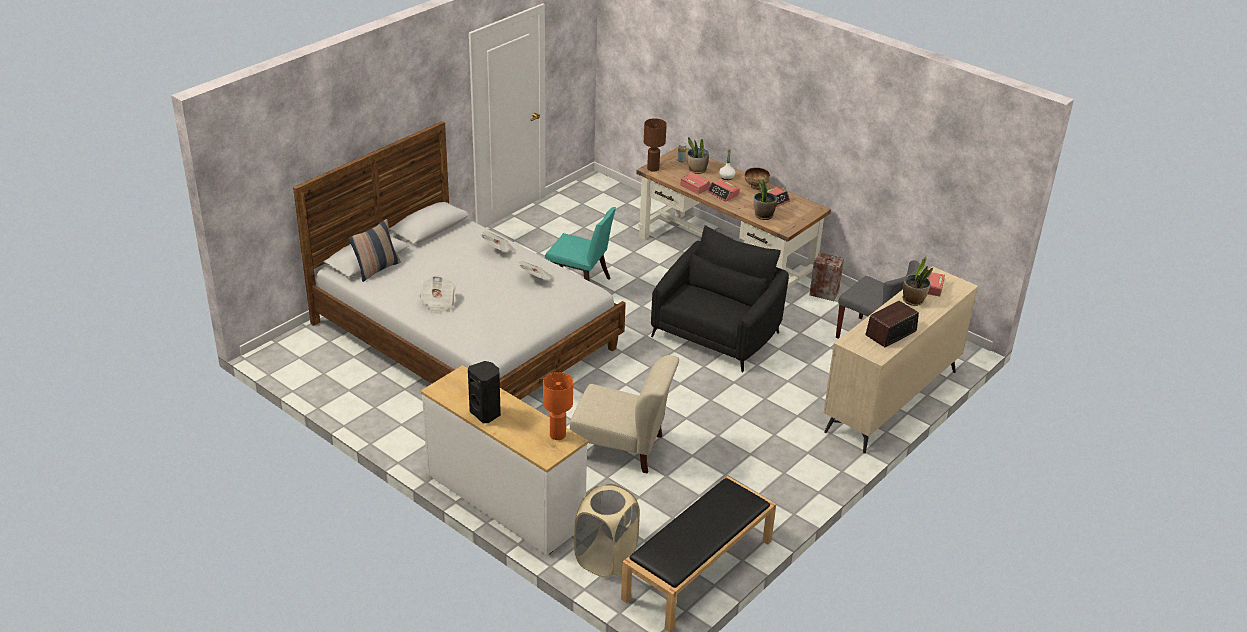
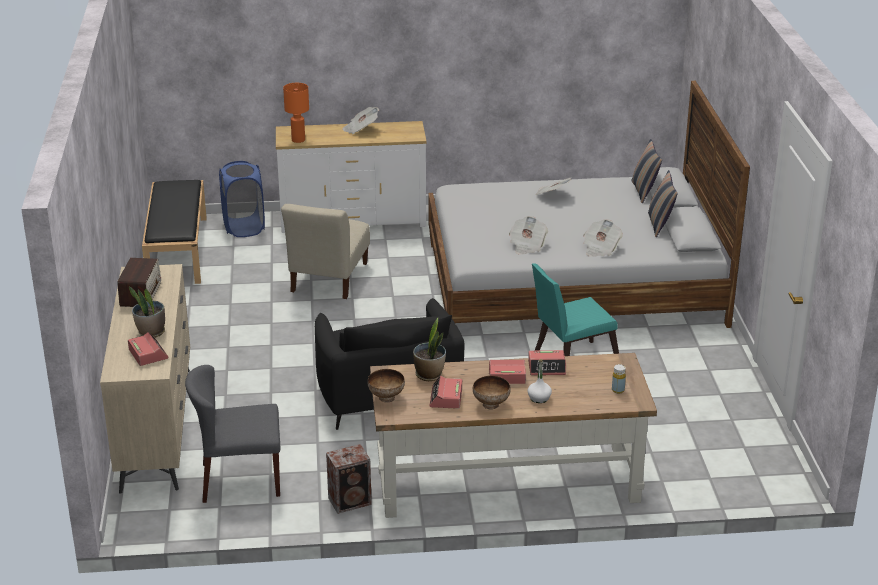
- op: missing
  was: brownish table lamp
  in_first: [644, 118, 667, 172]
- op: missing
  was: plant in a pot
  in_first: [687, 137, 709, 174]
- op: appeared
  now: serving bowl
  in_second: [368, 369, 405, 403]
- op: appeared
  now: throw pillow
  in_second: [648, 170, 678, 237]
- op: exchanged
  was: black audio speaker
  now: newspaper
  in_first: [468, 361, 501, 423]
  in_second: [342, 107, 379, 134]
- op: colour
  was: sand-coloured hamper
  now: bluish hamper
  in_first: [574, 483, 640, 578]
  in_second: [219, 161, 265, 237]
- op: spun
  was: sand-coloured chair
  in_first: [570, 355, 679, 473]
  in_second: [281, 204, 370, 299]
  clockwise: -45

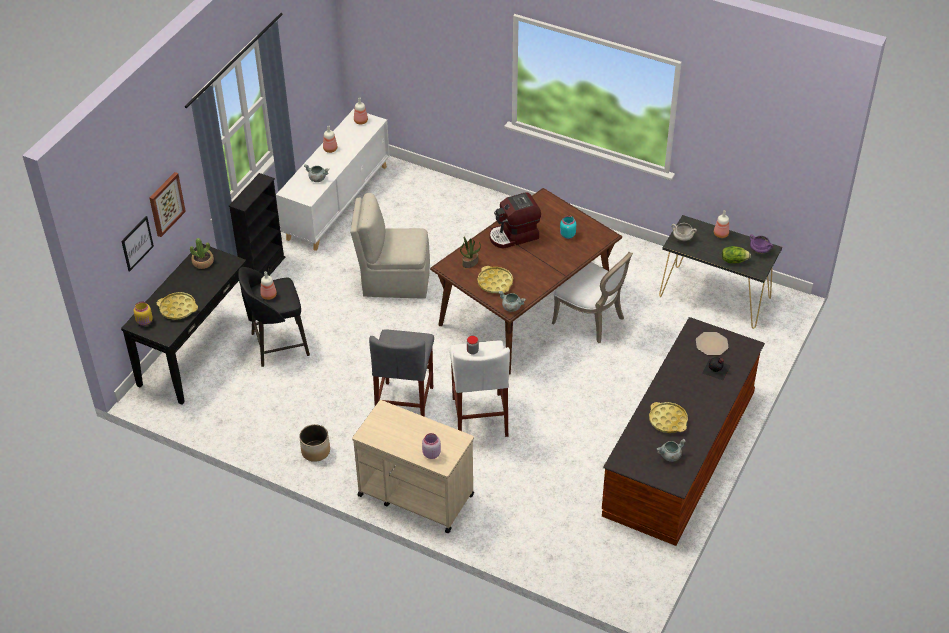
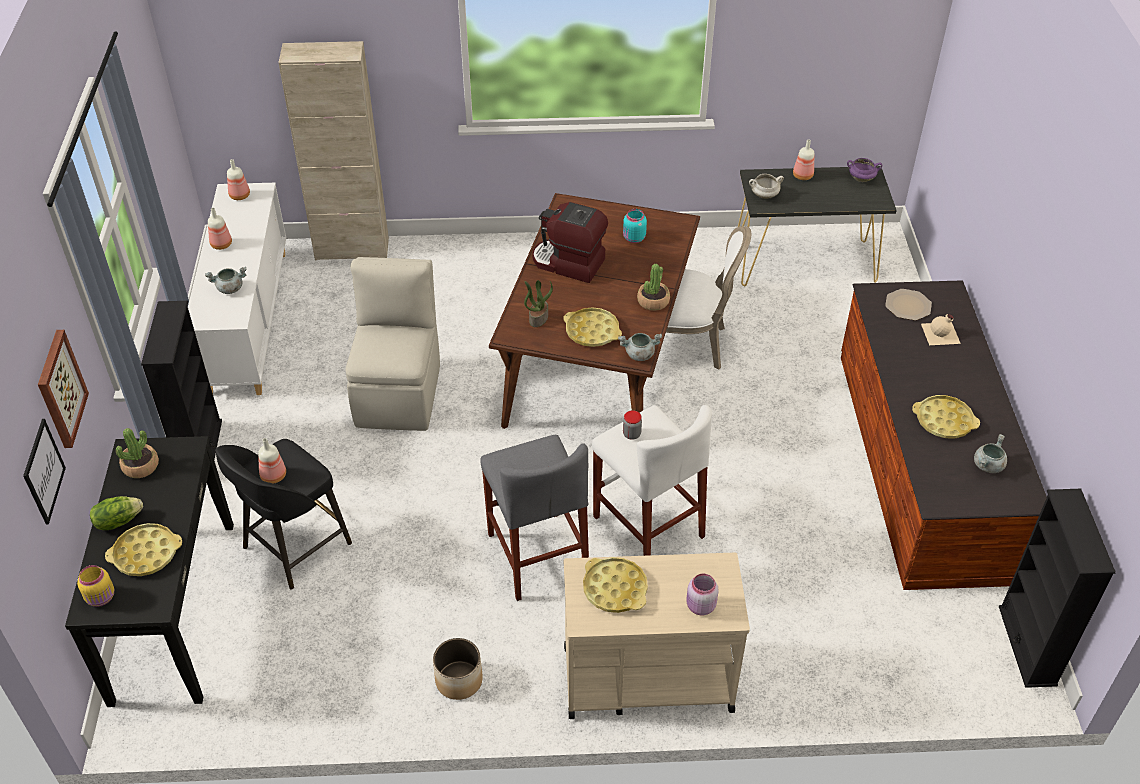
- op: appeared
  now: sand-coloured cupboard
  in_second: [278, 41, 389, 261]
- op: appeared
  now: yellow serving tray
  in_second: [583, 557, 648, 613]
- op: appeared
  now: plant in a pot
  in_second: [637, 264, 670, 311]
- op: appeared
  now: black bookshelf
  in_second: [999, 489, 1116, 688]
- op: relocated
  was: head of lettuce
  in_first: [722, 246, 751, 263]
  in_second: [90, 496, 143, 530]
- op: colour
  was: black bottle
  now: sand-coloured bottle
  in_first: [702, 357, 731, 381]
  in_second: [921, 314, 961, 345]
- op: spun
  was: sand-coloured chair
  in_first: [350, 193, 430, 299]
  in_second: [345, 257, 440, 431]
  clockwise: 120
- op: spun
  was: coffee machine
  in_first: [489, 192, 541, 249]
  in_second: [532, 202, 608, 283]
  clockwise: 75

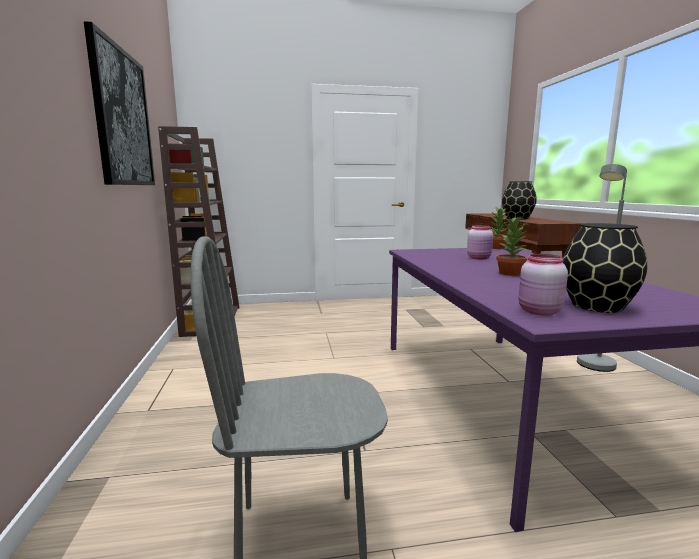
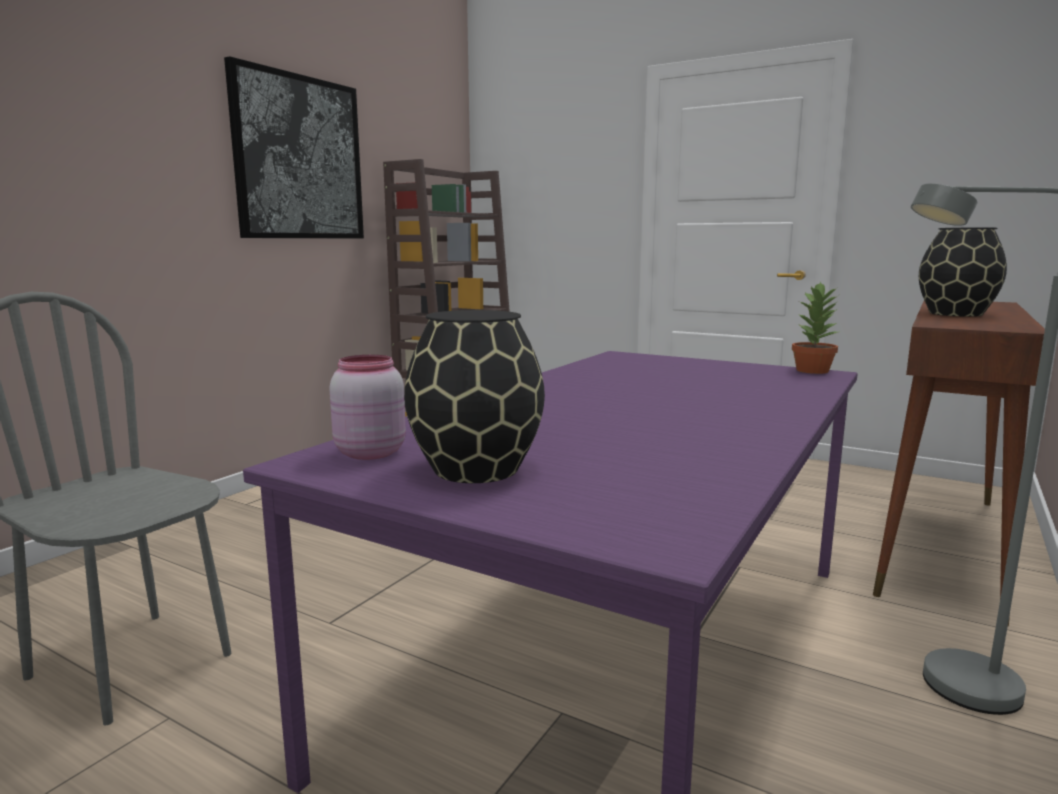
- op: missing
  was: pink preserve jar
  in_first: [467, 225, 493, 259]
- op: missing
  was: plant in a pot
  in_first: [496, 215, 528, 276]

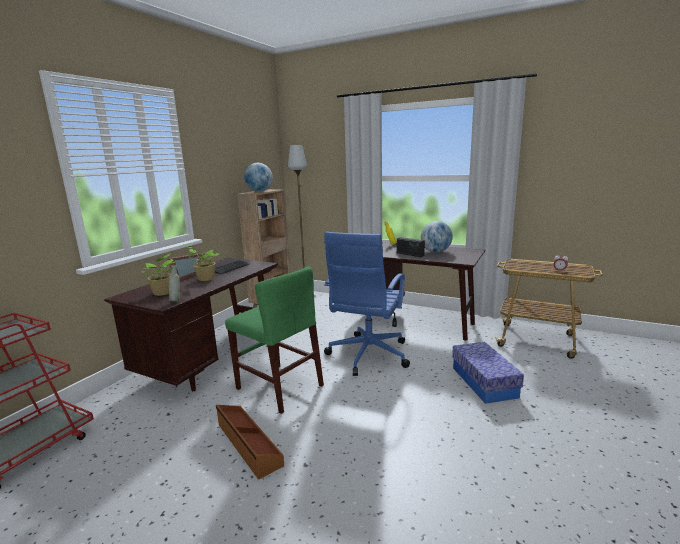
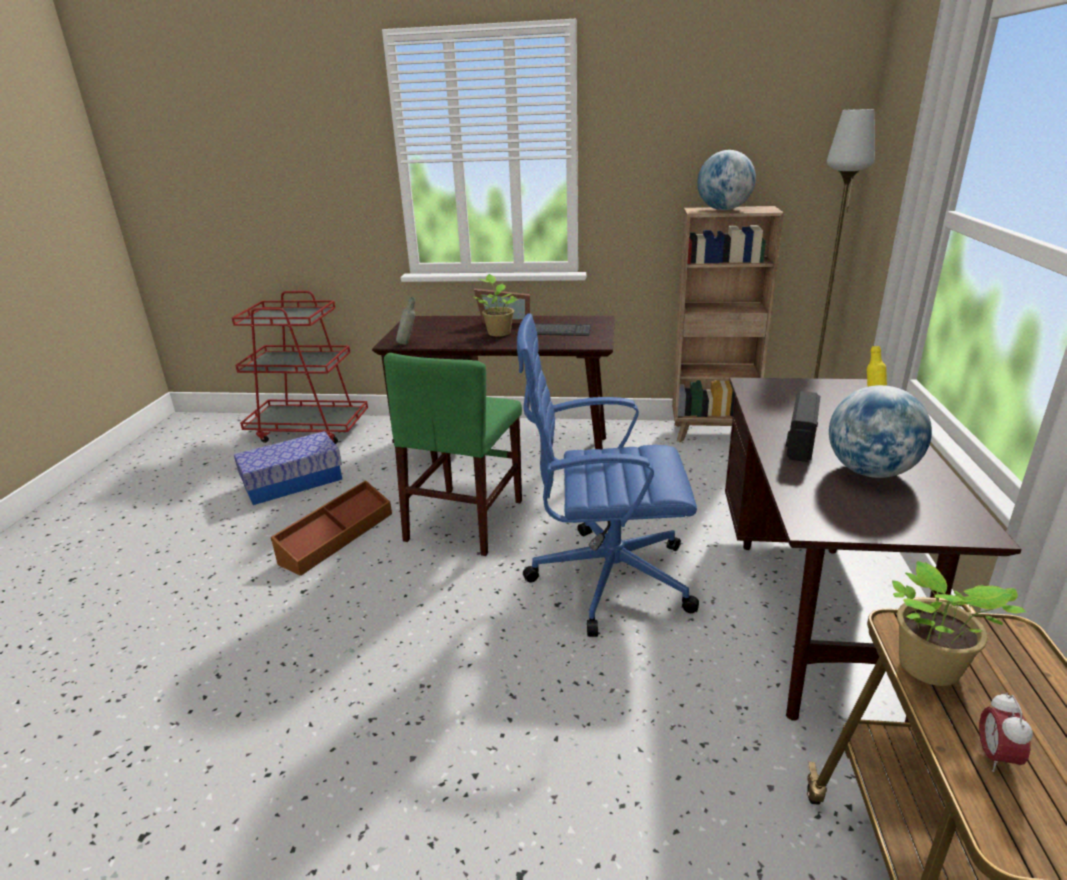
- op: relocated
  was: plant in a pot
  in_first: [141, 253, 176, 296]
  in_second: [892, 561, 1026, 686]
- op: relocated
  was: storage bin
  in_first: [452, 342, 524, 404]
  in_second: [234, 431, 342, 505]

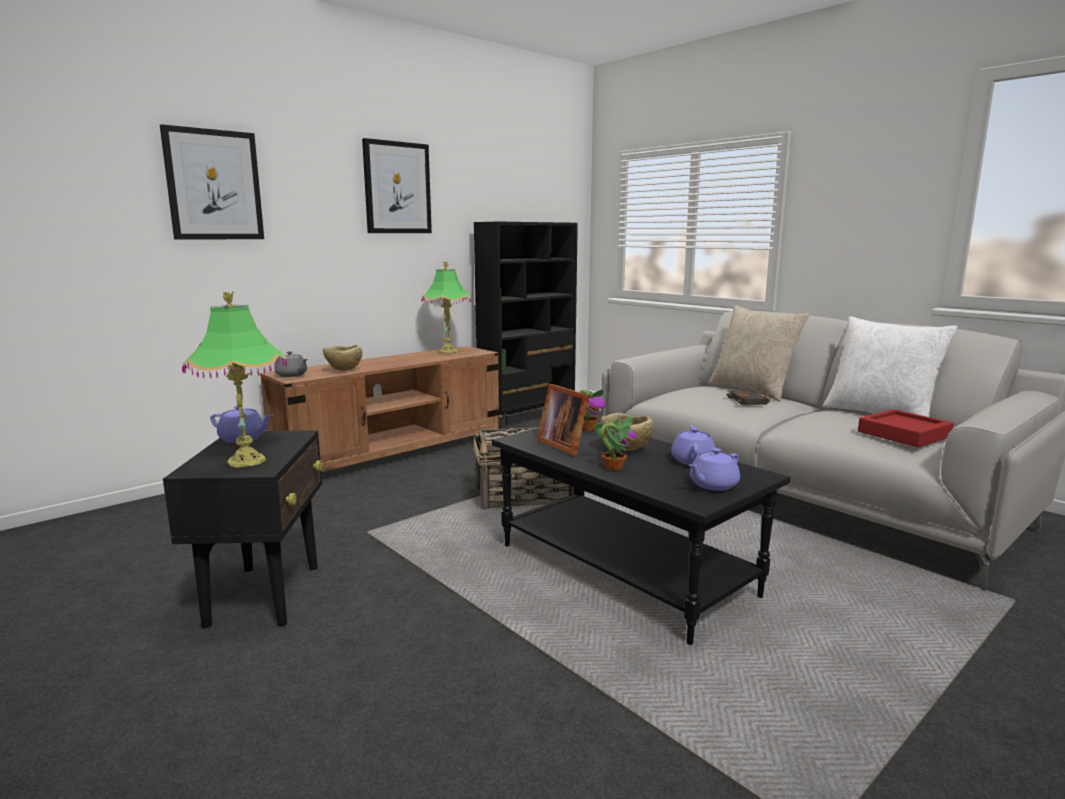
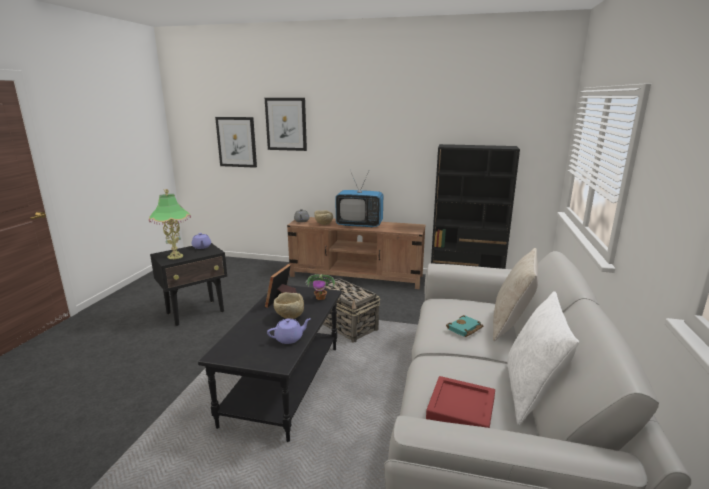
- op: missing
  was: table lamp
  in_first: [421, 262, 472, 353]
- op: missing
  was: plant in a pot
  in_first: [595, 416, 637, 470]
- op: missing
  was: purple pot for tea
  in_first: [689, 448, 740, 491]
- op: appeared
  now: TV
  in_second: [335, 170, 383, 227]
- op: relocated
  was: wall art
  in_first: [362, 138, 432, 233]
  in_second: [215, 117, 257, 168]
- op: colour
  was: black volume
  now: blue-green volume
  in_first: [726, 390, 770, 406]
  in_second: [446, 315, 483, 337]

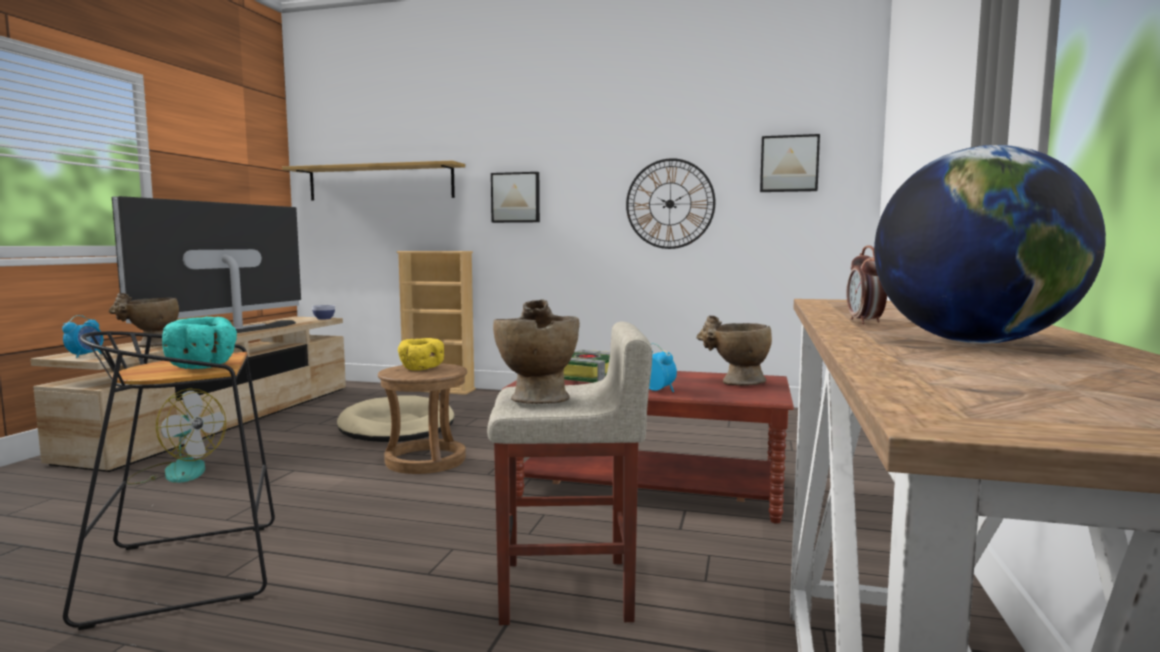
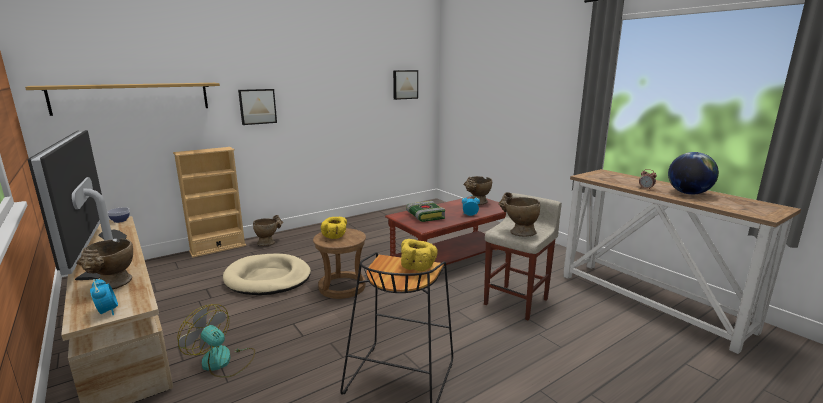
- op: missing
  was: wall clock
  in_first: [626, 158, 715, 249]
- op: appeared
  now: sand-coloured vase
  in_second: [253, 215, 283, 246]
- op: colour
  was: blue-green serving bowl
  now: yellow serving bowl
  in_first: [162, 317, 237, 369]
  in_second: [401, 239, 438, 271]
- op: spun
  was: fan
  in_first: [127, 389, 226, 484]
  in_second: [177, 304, 255, 378]
  clockwise: -120

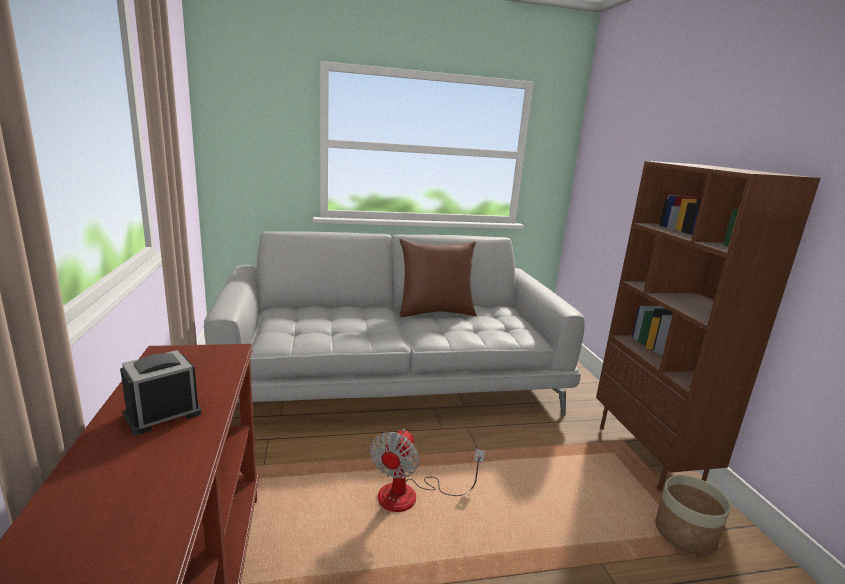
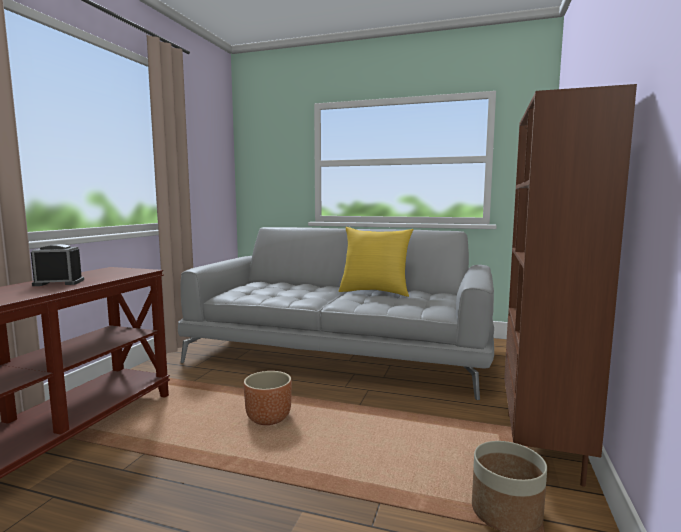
- op: exchanged
  was: fan
  now: brownish plant pot
  in_first: [370, 429, 485, 512]
  in_second: [244, 371, 292, 425]
- op: colour
  was: brownish throw pillow
  now: yellow throw pillow
  in_first: [399, 239, 477, 317]
  in_second: [339, 227, 414, 297]

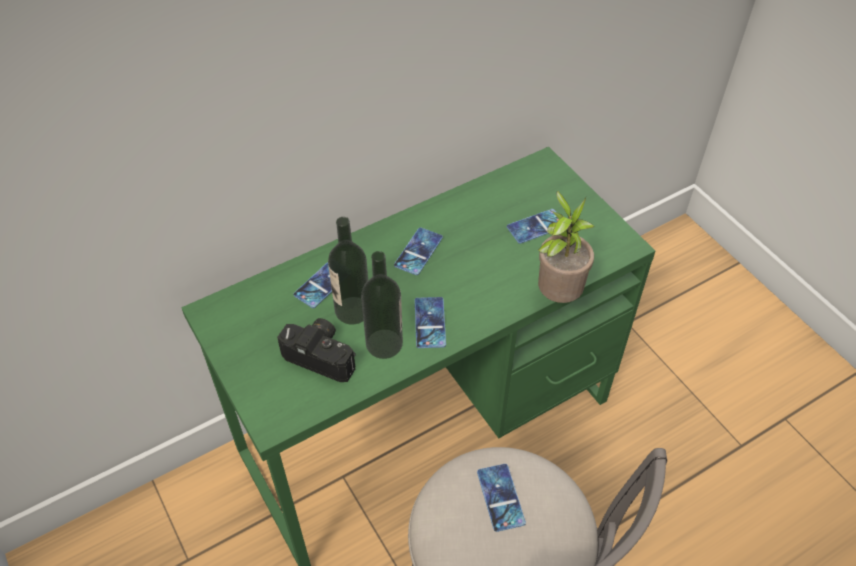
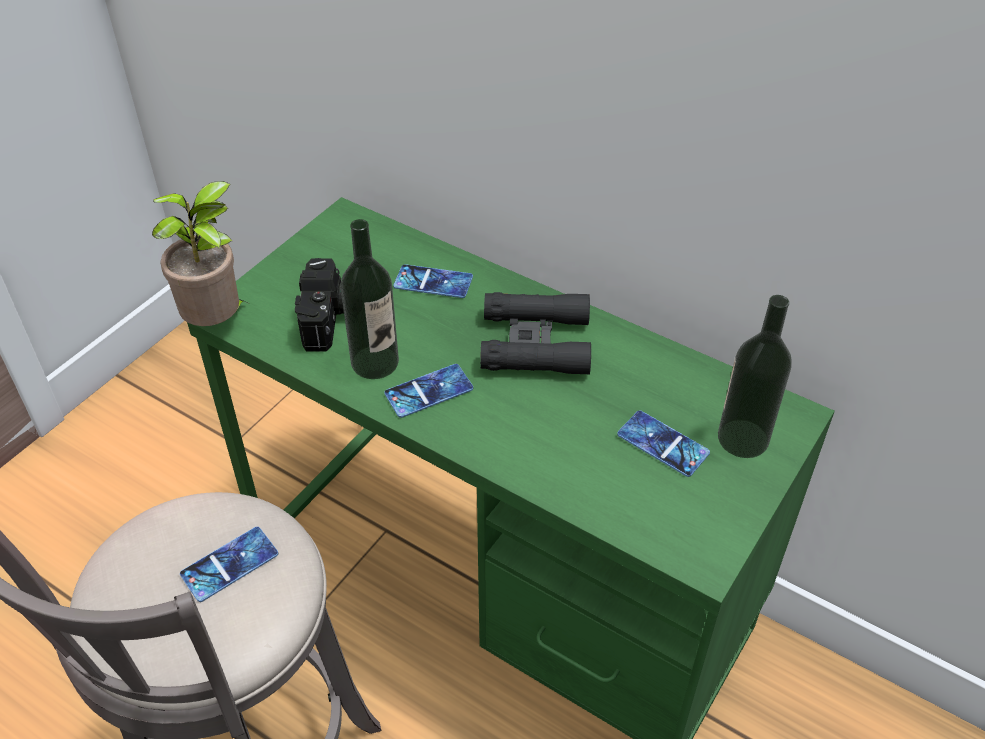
- op: relocated
  was: bottle
  in_first: [328, 217, 368, 325]
  in_second: [718, 295, 792, 458]
- op: relocated
  was: plant in a pot
  in_first: [538, 191, 595, 303]
  in_second: [152, 181, 247, 326]
- op: exchanged
  was: phone
  now: black binoculars
  in_first: [394, 227, 443, 275]
  in_second: [480, 292, 591, 375]

